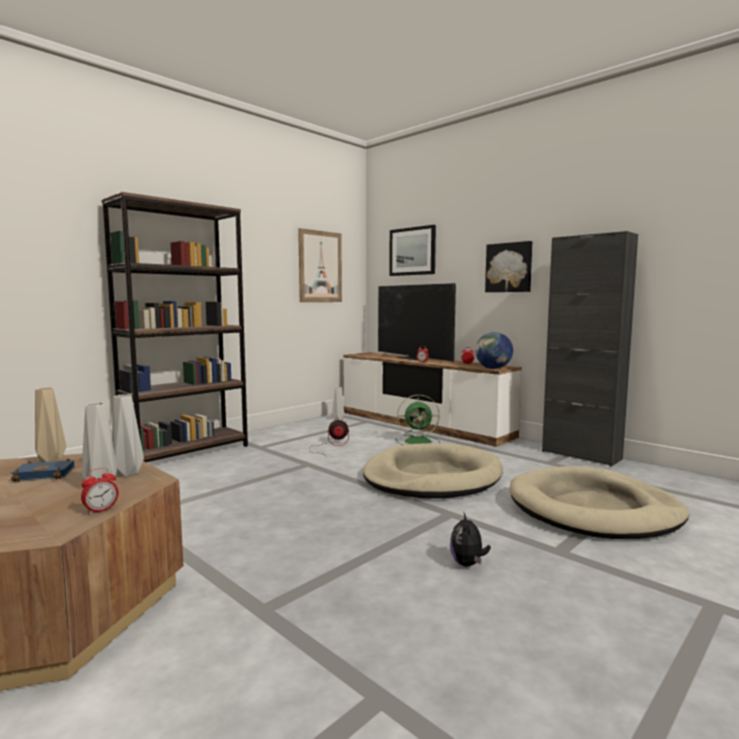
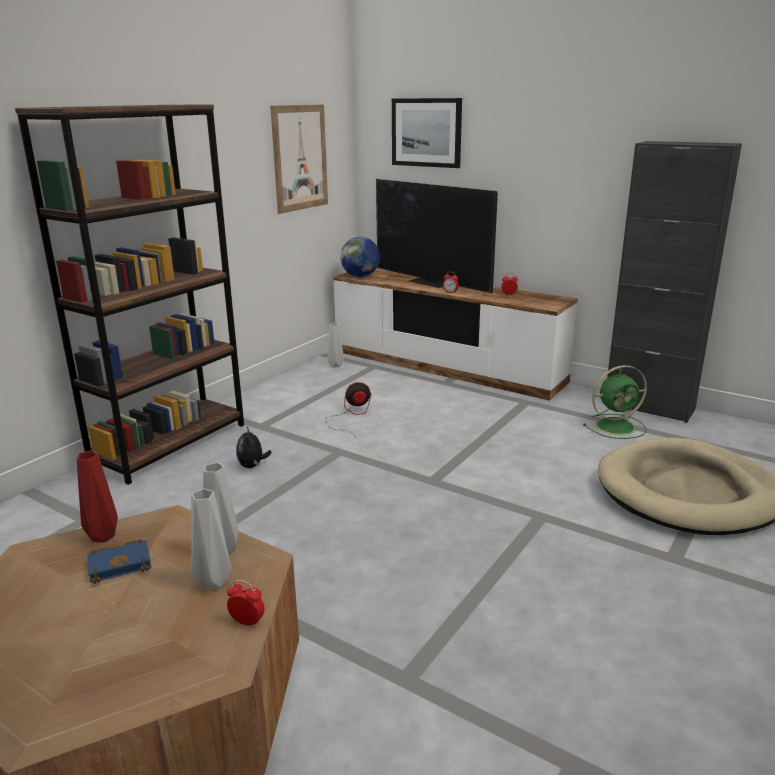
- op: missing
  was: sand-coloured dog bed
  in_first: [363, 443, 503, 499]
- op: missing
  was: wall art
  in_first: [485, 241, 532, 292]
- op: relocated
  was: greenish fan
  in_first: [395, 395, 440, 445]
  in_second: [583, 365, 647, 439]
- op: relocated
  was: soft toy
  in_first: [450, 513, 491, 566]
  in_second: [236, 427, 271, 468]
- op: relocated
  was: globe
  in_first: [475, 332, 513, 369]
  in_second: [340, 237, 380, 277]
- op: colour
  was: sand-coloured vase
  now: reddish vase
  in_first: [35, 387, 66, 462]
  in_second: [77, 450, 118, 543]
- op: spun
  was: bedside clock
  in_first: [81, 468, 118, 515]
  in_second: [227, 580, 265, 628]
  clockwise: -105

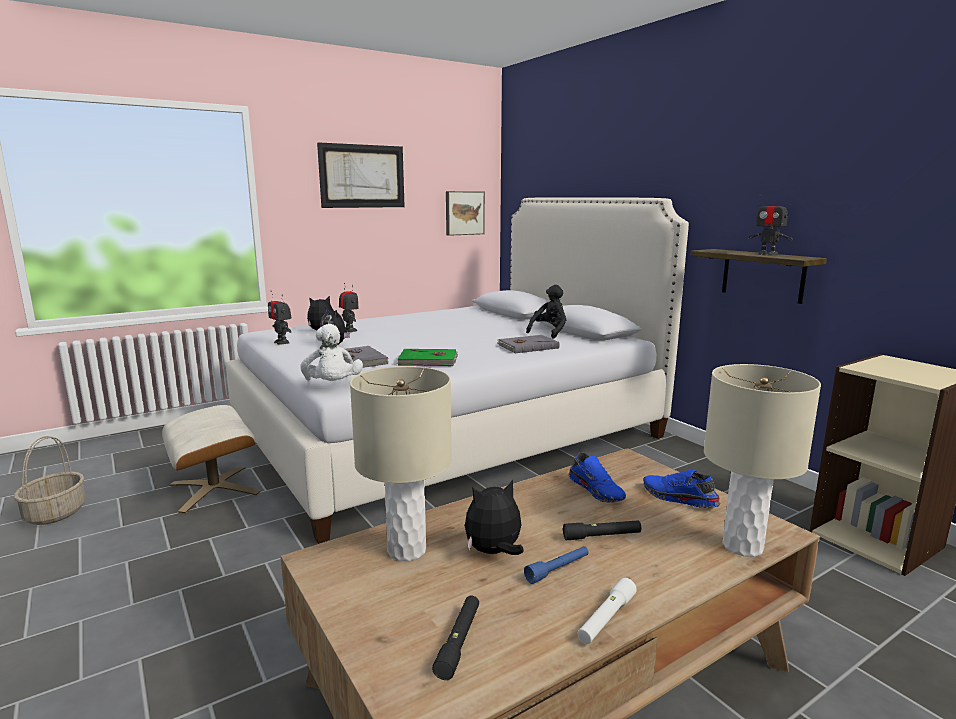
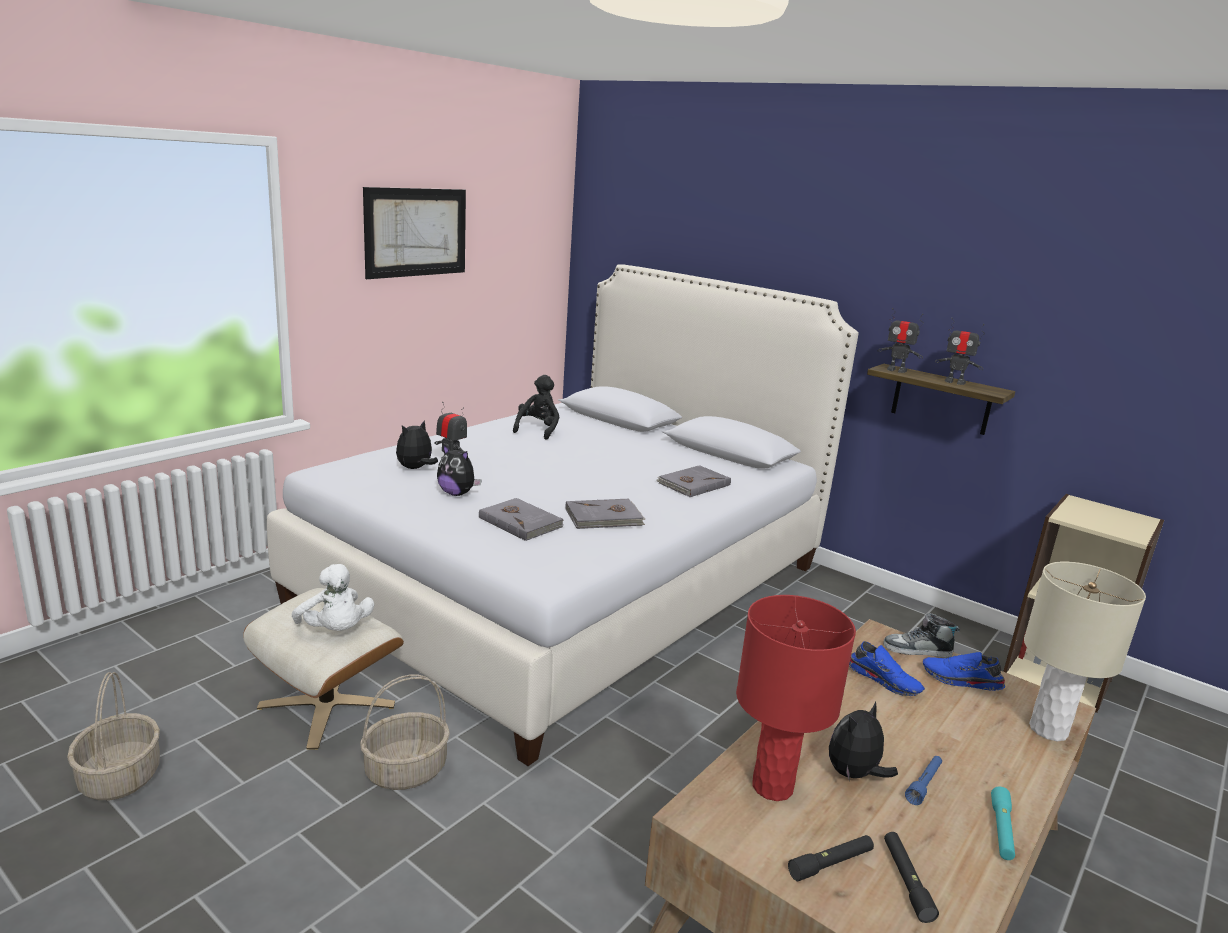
- op: missing
  was: wall art
  in_first: [446, 191, 485, 236]
- op: appeared
  now: basket
  in_second: [360, 674, 450, 790]
- op: appeared
  now: shoe
  in_second: [883, 613, 960, 658]
- op: relocated
  was: model robot
  in_first: [268, 295, 291, 344]
  in_second: [877, 308, 924, 373]
- op: relocated
  was: white-coloured soft toy
  in_first: [300, 324, 363, 381]
  in_second: [292, 564, 374, 631]
- op: relocated
  was: black soft toy
  in_first: [526, 285, 566, 339]
  in_second: [513, 375, 559, 440]
- op: relocated
  was: black flashlight
  in_first: [563, 520, 641, 540]
  in_second: [788, 835, 874, 881]
- op: colour
  was: sand-coloured table lamp
  now: reddish table lamp
  in_first: [350, 366, 452, 561]
  in_second: [736, 595, 856, 801]
- op: colour
  was: greenish volume
  now: gray volume
  in_first: [397, 349, 458, 366]
  in_second: [566, 499, 646, 529]
- op: colour
  was: white-coloured flashlight
  now: blue-green flashlight
  in_first: [578, 578, 637, 644]
  in_second: [991, 786, 1015, 860]

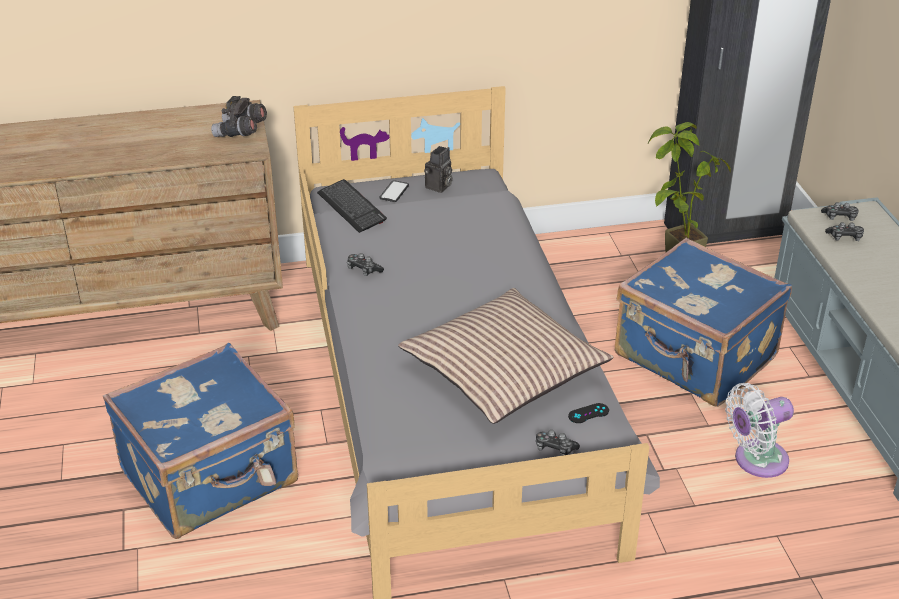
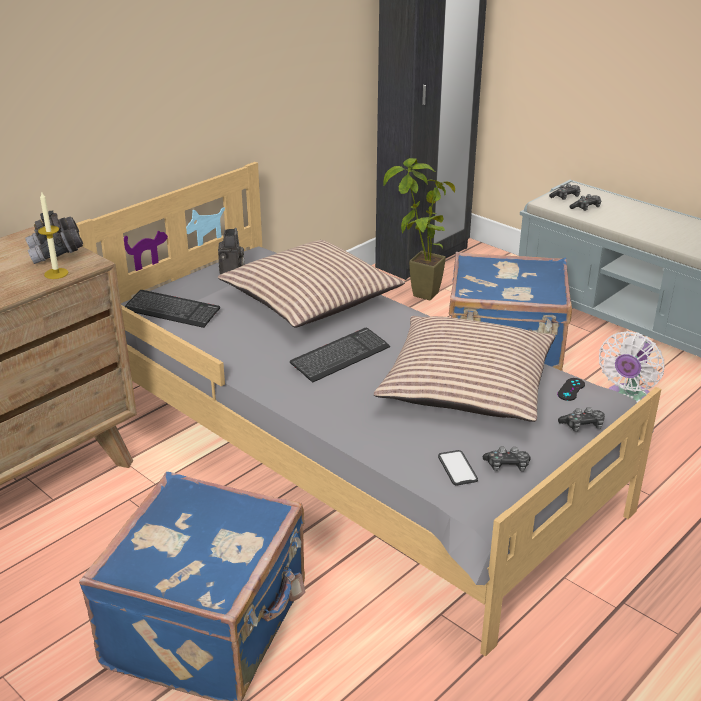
- op: appeared
  now: wax light
  in_second: [38, 192, 68, 279]
- op: appeared
  now: throw pillow
  in_second: [218, 240, 405, 327]
- op: appeared
  now: computer keyboard
  in_second: [290, 327, 390, 383]
- op: relocated
  was: gamepad
  in_first: [347, 253, 384, 276]
  in_second: [483, 446, 531, 471]
- op: relocated
  was: phone
  in_first: [380, 180, 409, 202]
  in_second: [438, 450, 478, 486]

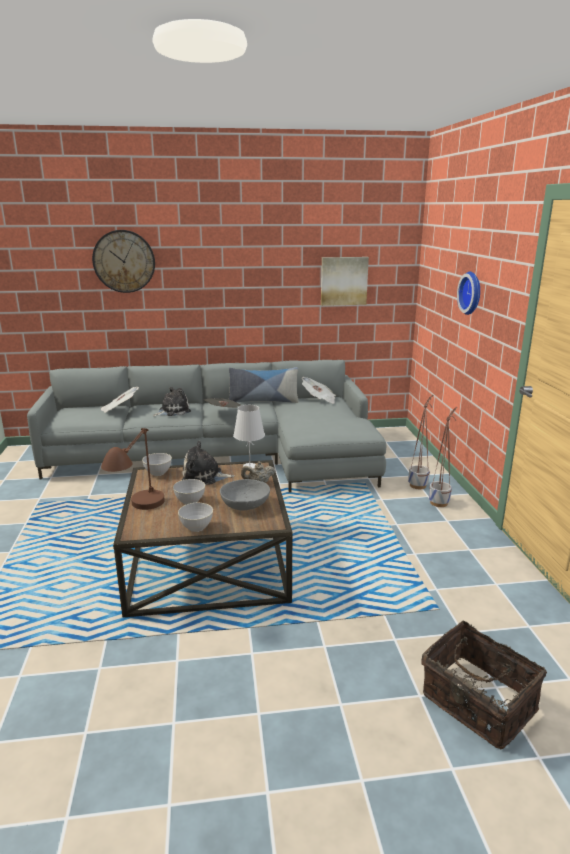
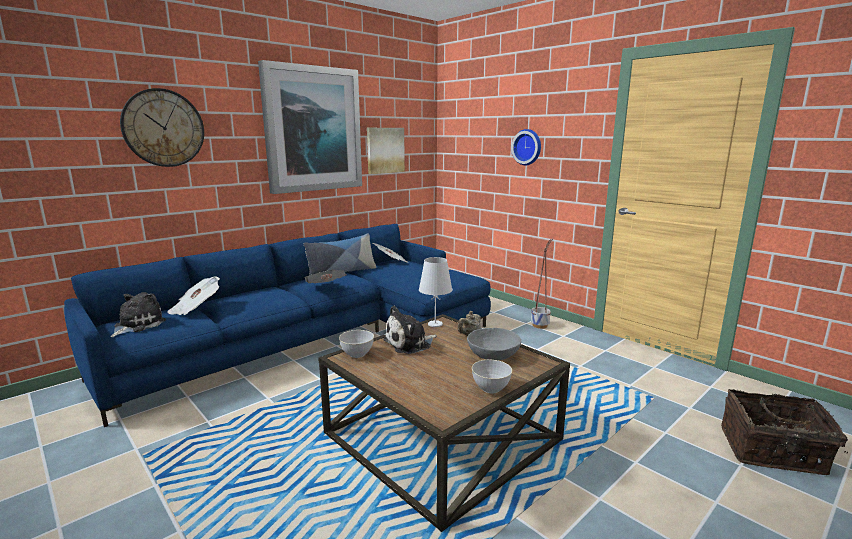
- op: missing
  was: brownish table lamp
  in_first: [101, 428, 165, 510]
- op: missing
  was: gray serving bowl
  in_first: [173, 479, 205, 505]
- op: missing
  was: plant pot
  in_first: [408, 394, 433, 489]
- op: appeared
  now: wall art
  in_second: [258, 60, 362, 194]
- op: relocated
  was: soft toy
  in_first: [153, 387, 191, 416]
  in_second: [110, 292, 166, 337]
- op: colour
  was: gray settee
  now: bluish settee
  in_first: [27, 360, 387, 493]
  in_second: [64, 224, 491, 427]

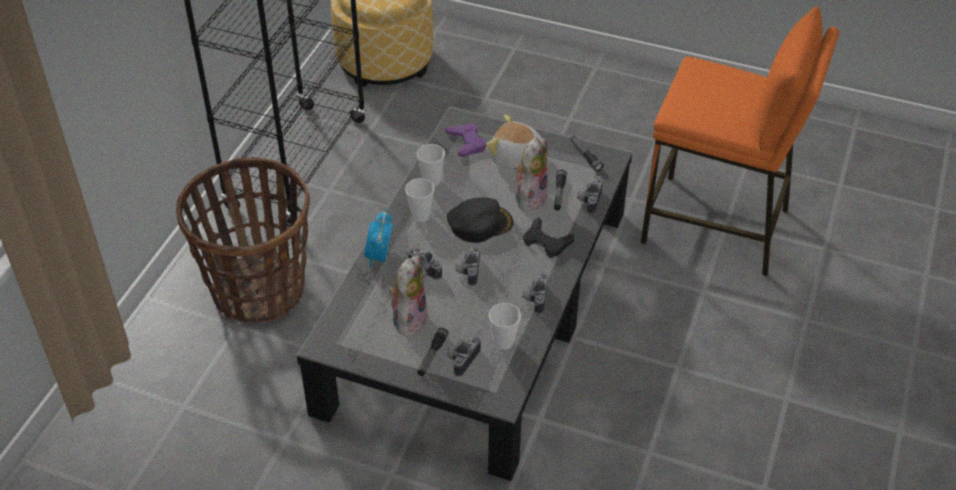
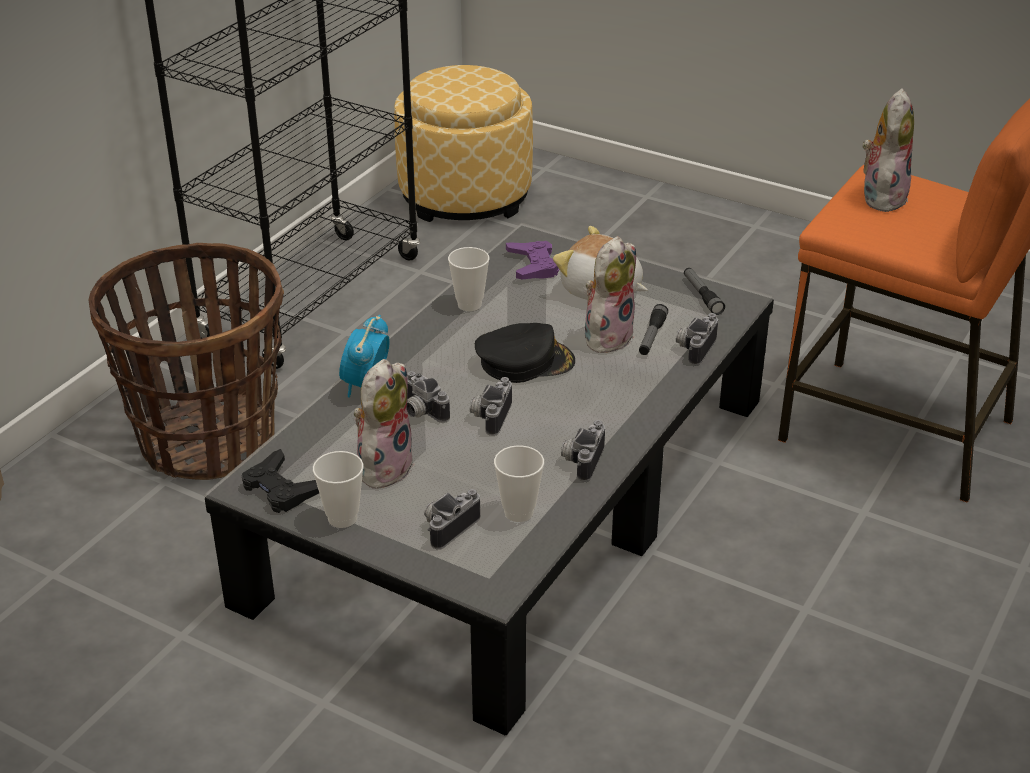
- op: missing
  was: flashlight
  in_first: [417, 328, 449, 376]
- op: appeared
  now: soft toy
  in_second: [862, 88, 914, 213]
- op: relocated
  was: drinking cup
  in_first: [405, 178, 434, 222]
  in_second: [313, 451, 364, 528]
- op: relocated
  was: black gamepad
  in_first: [523, 217, 574, 258]
  in_second: [241, 449, 319, 513]

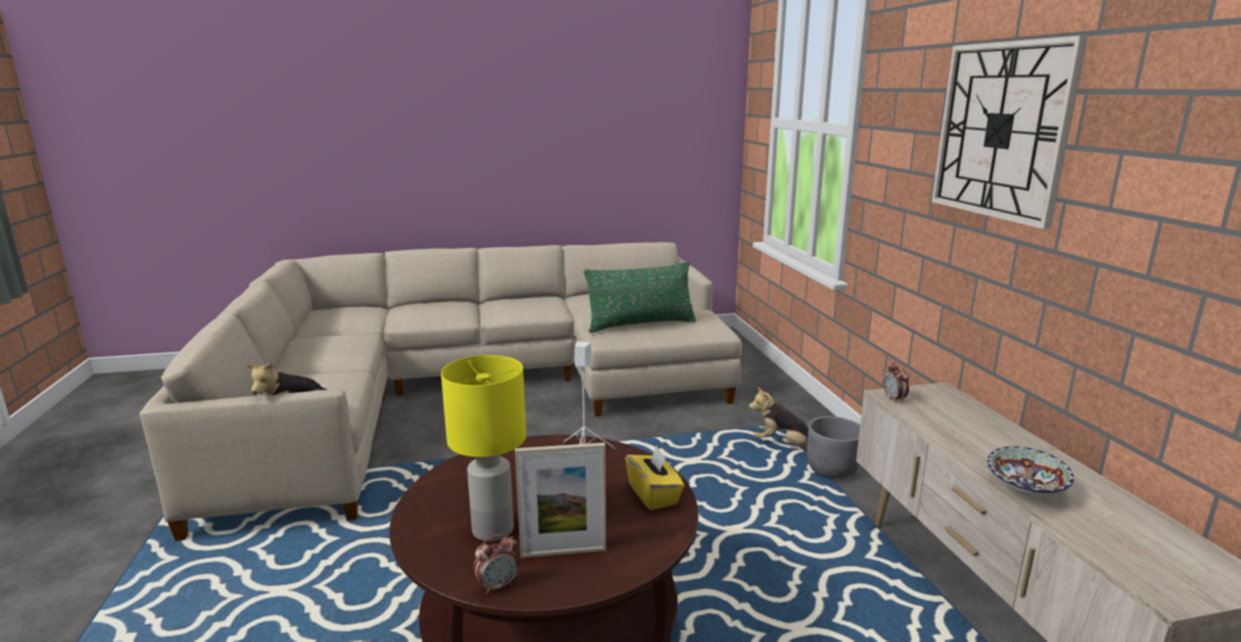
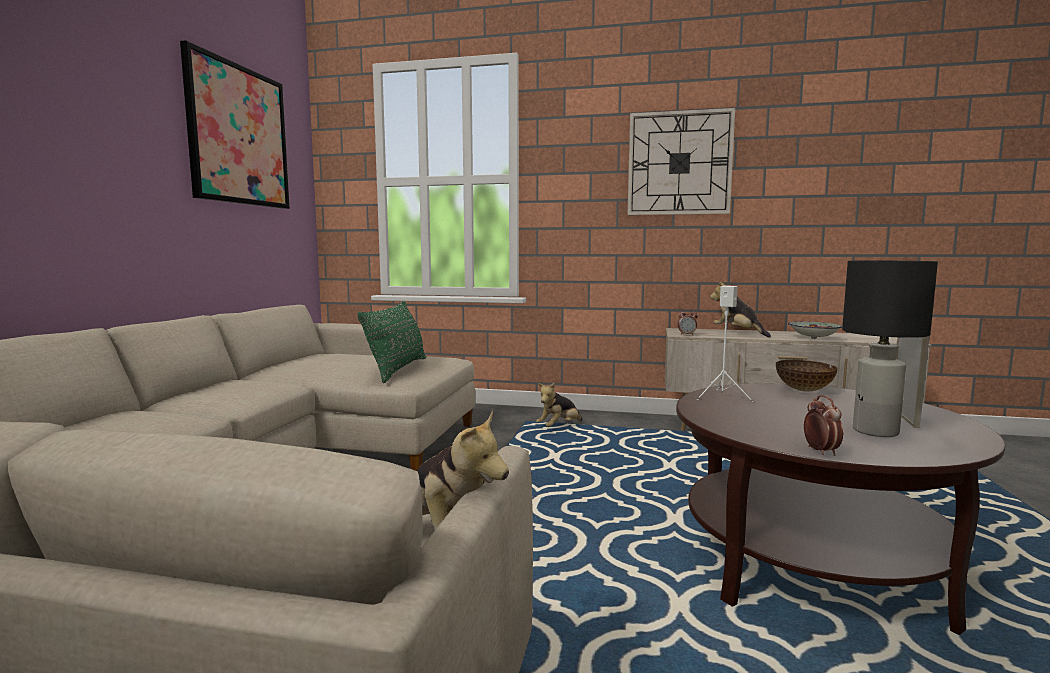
- op: missing
  was: gray plant pot
  in_first: [807, 416, 860, 479]
- op: appeared
  now: wall art
  in_second: [180, 40, 290, 209]
- op: appeared
  now: soft toy
  in_second: [710, 281, 771, 337]
- op: relocated
  was: bedside clock
  in_first: [474, 534, 519, 594]
  in_second: [804, 395, 843, 456]
- op: exchanged
  was: yellow box of tissues
  now: serving bowl
  in_first: [625, 445, 684, 510]
  in_second: [776, 360, 837, 392]
- op: colour
  was: yellow table lamp
  now: black table lamp
  in_first: [441, 355, 526, 542]
  in_second: [842, 261, 938, 437]

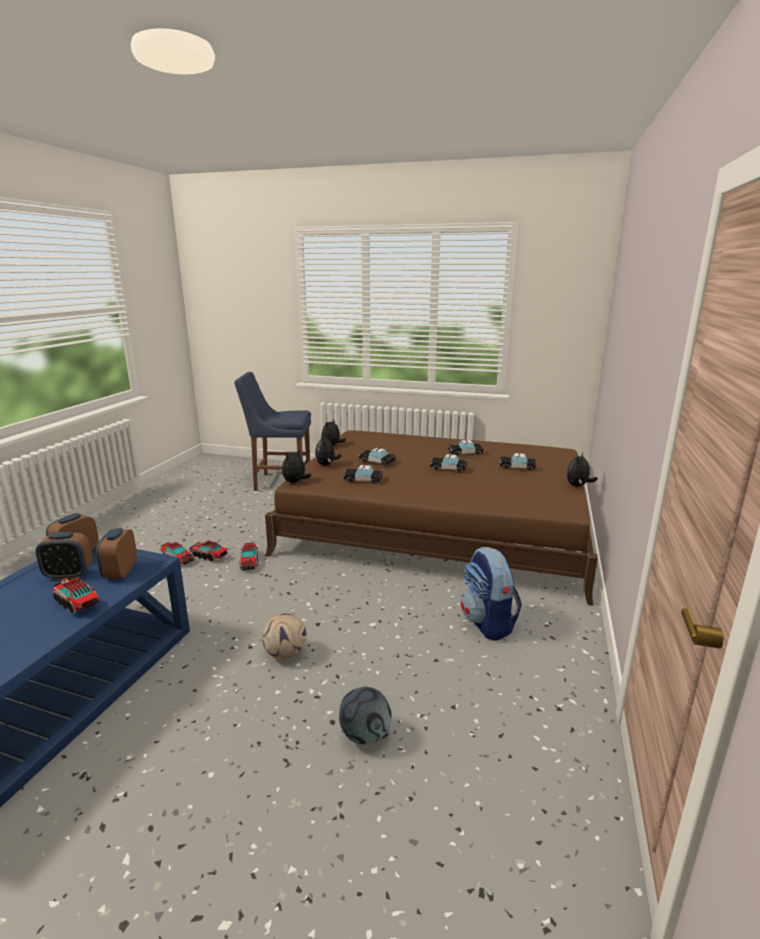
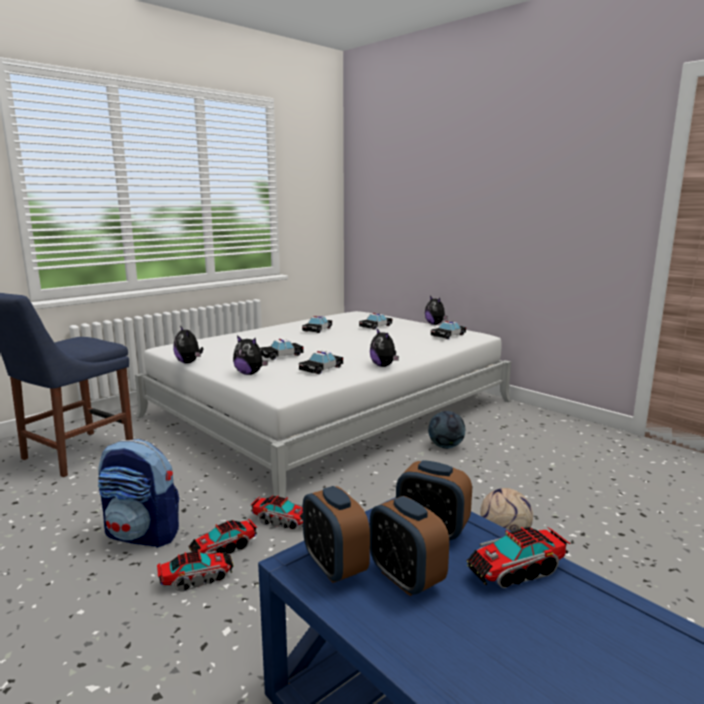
- op: relocated
  was: soft toy
  in_first: [282, 450, 311, 483]
  in_second: [370, 329, 399, 367]
- op: relocated
  was: ball for football
  in_first: [339, 687, 392, 744]
  in_second: [428, 411, 465, 449]
- op: relocated
  was: model car
  in_first: [430, 454, 468, 473]
  in_second: [431, 321, 466, 339]
- op: relocated
  was: backpack
  in_first: [461, 547, 522, 641]
  in_second: [98, 439, 179, 548]
- op: colour
  was: brownish sleeping bed
  now: white-coloured sleeping bed
  in_first: [265, 430, 598, 606]
  in_second: [135, 311, 511, 498]
- op: spun
  was: bedside clock
  in_first: [35, 532, 93, 580]
  in_second: [370, 496, 449, 596]
  clockwise: 120

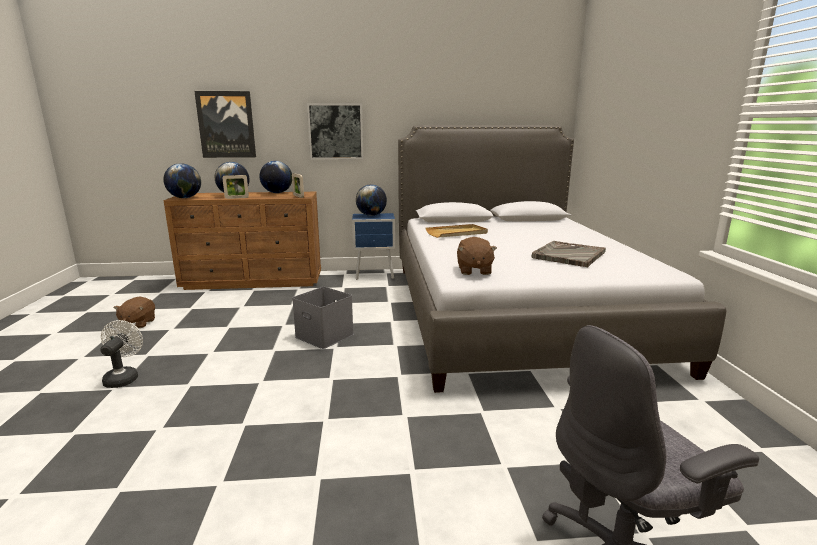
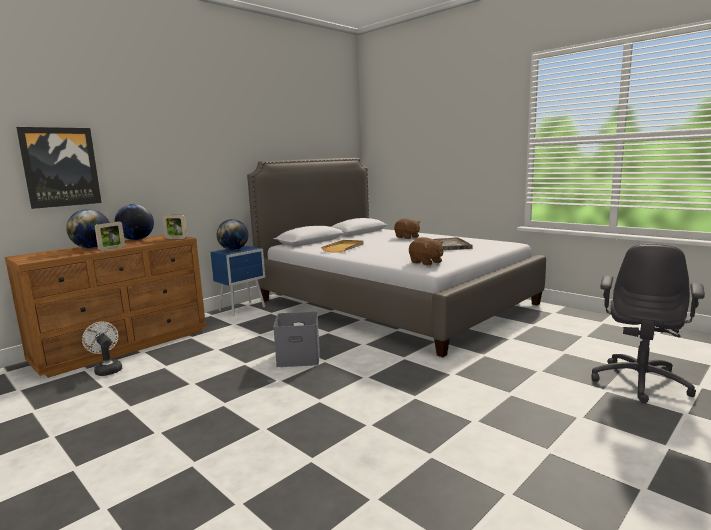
- op: missing
  was: globe
  in_first: [163, 163, 201, 198]
- op: missing
  was: wall art
  in_first: [307, 103, 364, 159]
- op: relocated
  was: white-coloured fan
  in_first: [100, 320, 143, 388]
  in_second: [82, 322, 122, 376]
- op: relocated
  was: brownish soft toy
  in_first: [114, 296, 155, 328]
  in_second: [394, 218, 420, 239]

